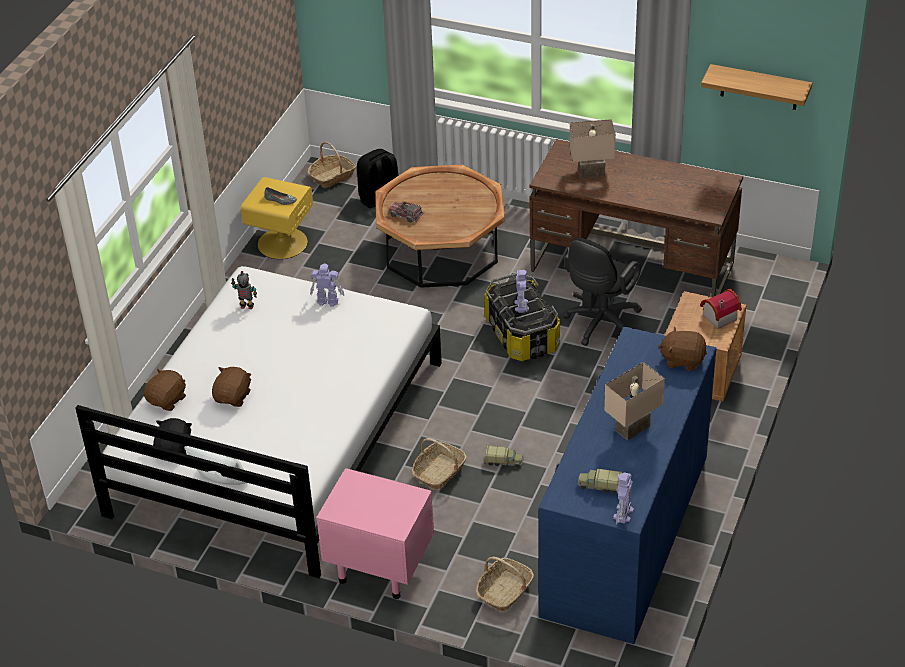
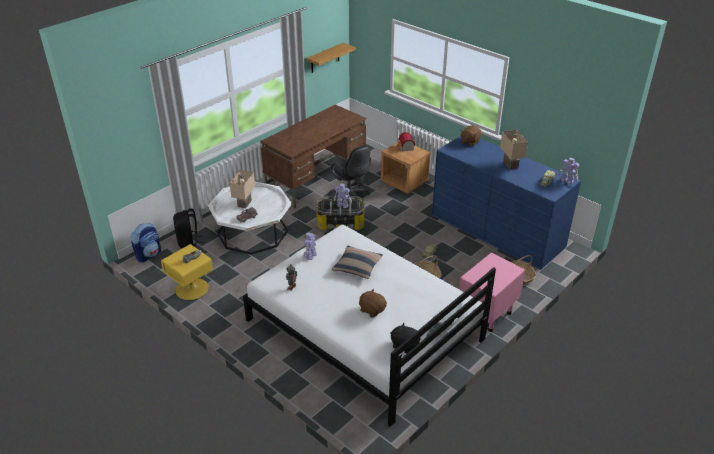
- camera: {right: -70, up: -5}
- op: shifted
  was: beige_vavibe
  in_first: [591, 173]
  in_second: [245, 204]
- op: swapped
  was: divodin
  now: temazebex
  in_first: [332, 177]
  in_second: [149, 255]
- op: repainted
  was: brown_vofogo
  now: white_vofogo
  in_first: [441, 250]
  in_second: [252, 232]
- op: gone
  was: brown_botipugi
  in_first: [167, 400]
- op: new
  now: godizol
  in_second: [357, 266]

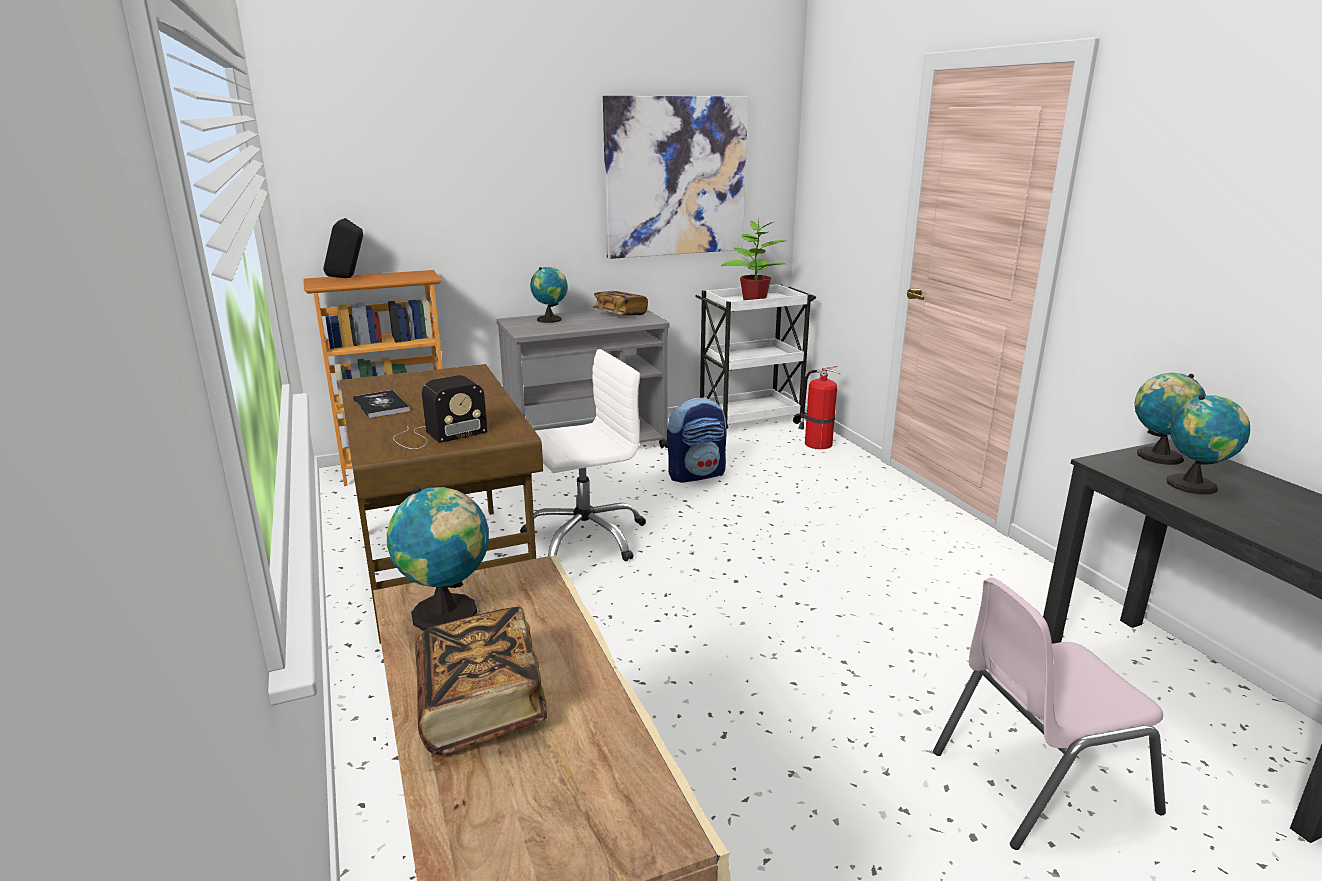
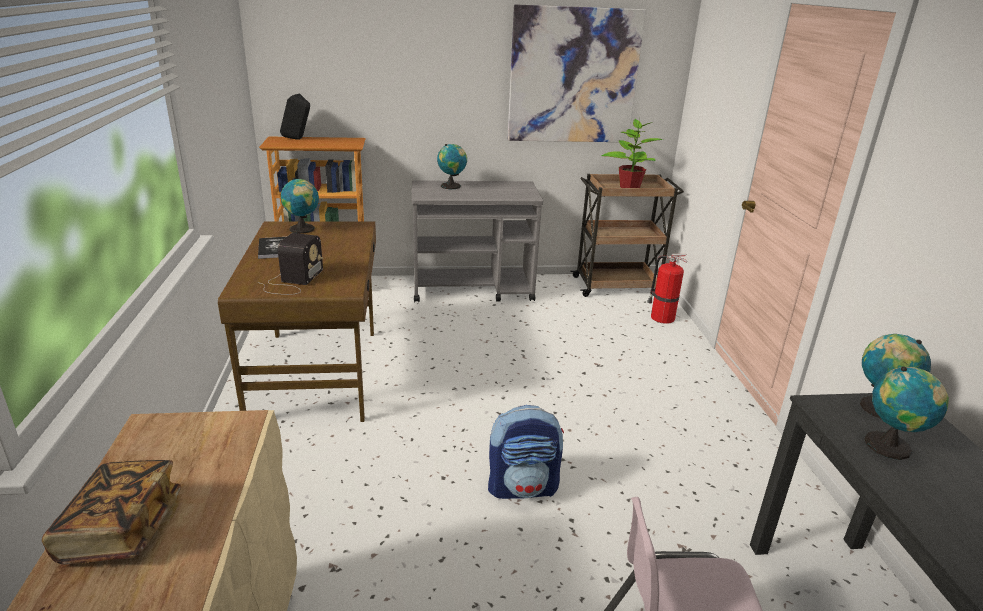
- camera: {right: 15, up: 5}
- op: repainted
  was: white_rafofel
  now: brown_rafofel
  in_first: [750, 419]
  in_second: [617, 286]
- op: gone
  was: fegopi
  in_first: [620, 314]
- op: gone
  was: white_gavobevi
  in_first: [585, 537]
- op: rotated
  was: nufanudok
  in_first: [436, 435]
  in_second: [292, 281]
  clockwise: -60
- op: shifted
  was: temazebex
  in_first: [696, 474]
  in_second: [523, 487]
- op: shifted
  was: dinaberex
  in_first: [449, 614]
  in_second: [303, 229]

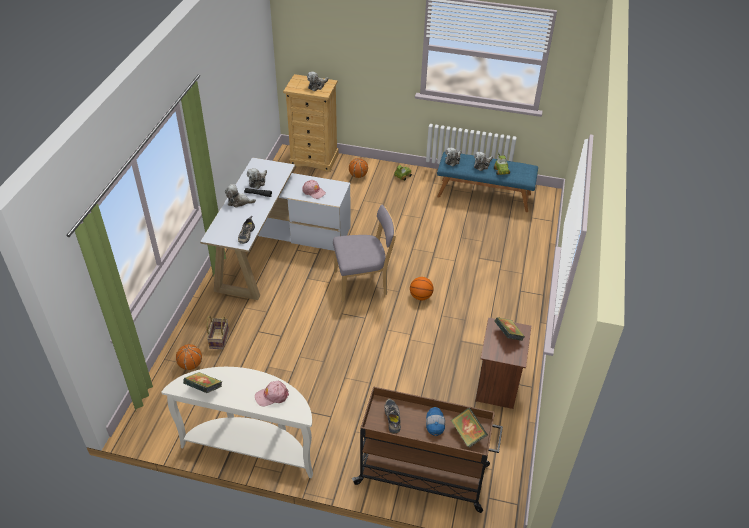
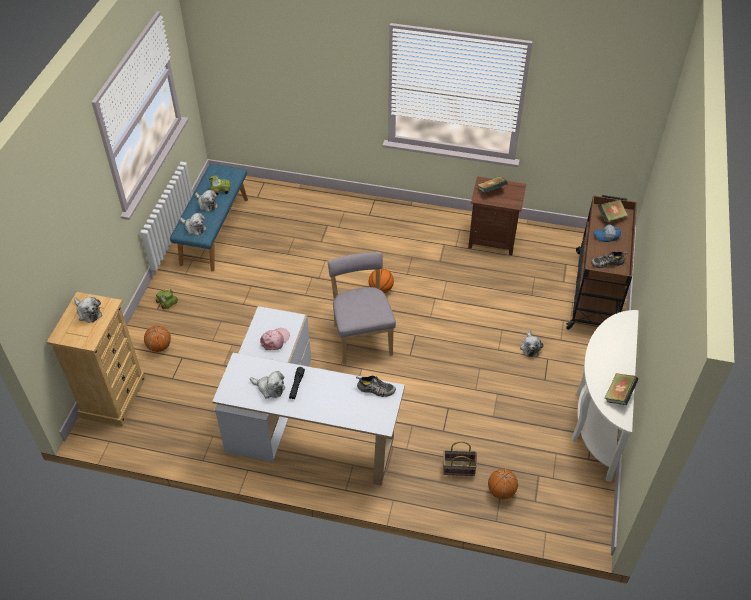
- camera: {right: -90, up: 5}
- op: shifted
  was: botipugi
  in_first: [239, 202]
  in_second: [530, 347]
- op: gone
  was: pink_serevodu
  in_first: [272, 396]

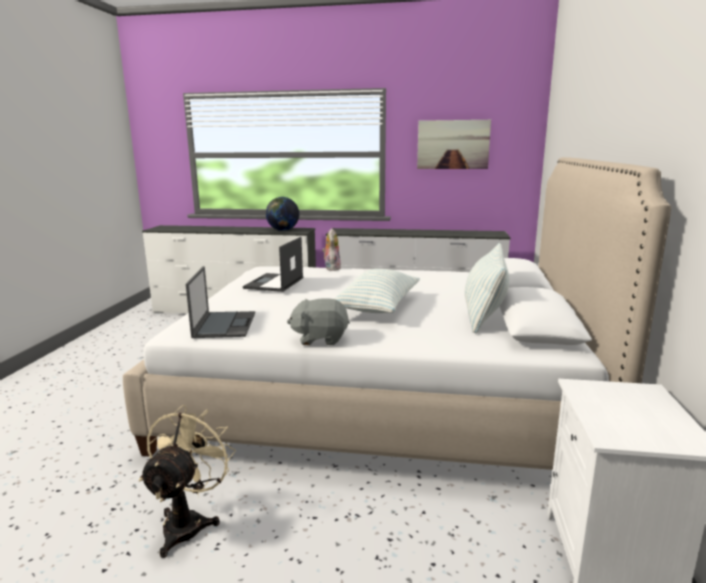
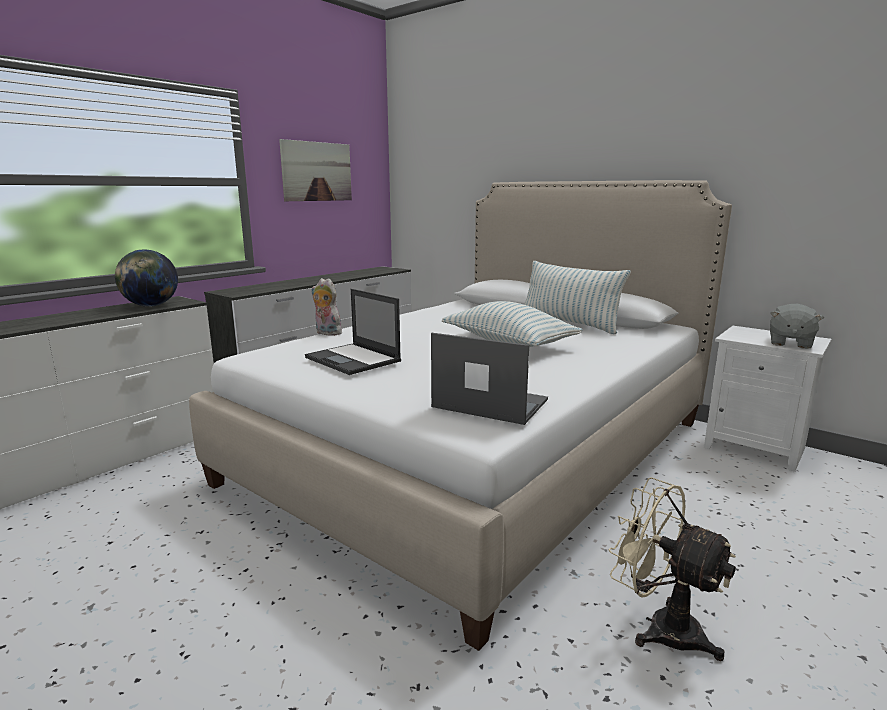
- camera: {right: -60, up: 0}
- op: shifted
  was: grey_botipugi
  in_first: [320, 338]
  in_second: [790, 343]

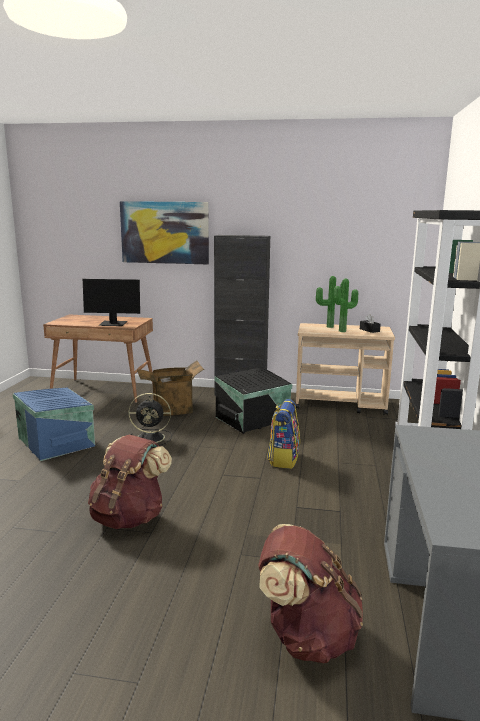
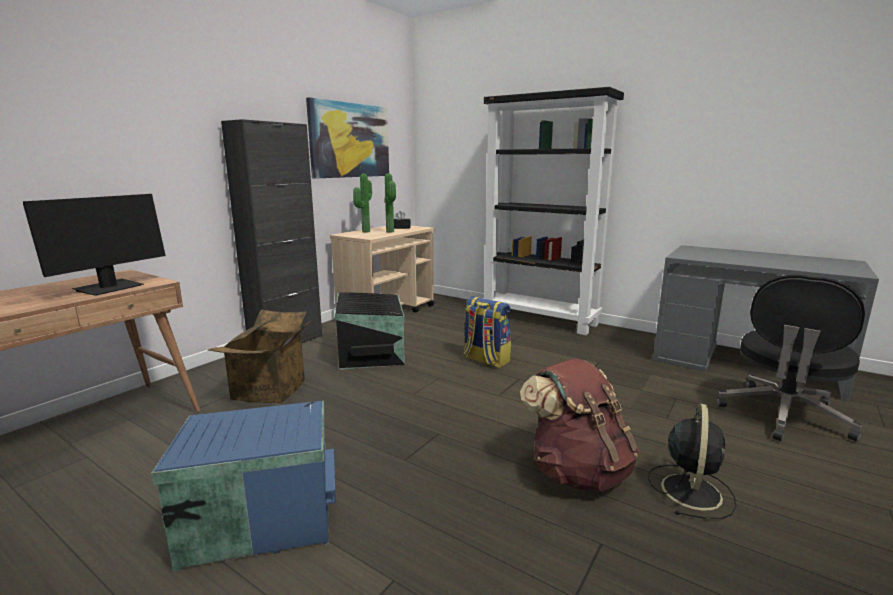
- camera: {right: -65, up: 0}
- op: shifted
  was: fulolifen
  in_first: [165, 232]
  in_second: [350, 140]
- op: shifted
  was: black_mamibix
  in_first: [152, 438]
  in_second: [691, 490]
- op: swapped
  was: brown_temazebex
  now: black_gavobevi
  in_first: [306, 635]
  in_second: [783, 415]

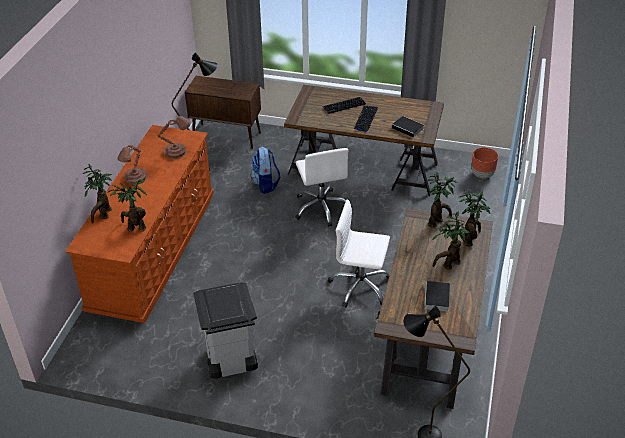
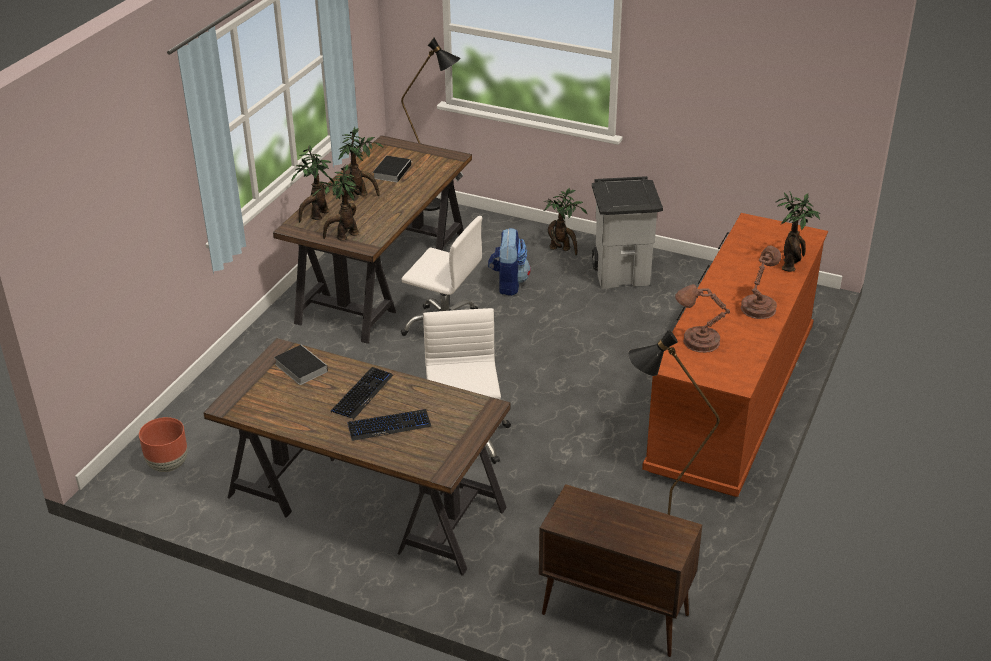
- camera: {right: -170, up: -5}
- op: shifted
  was: temazebex
  in_first: [266, 184]
  in_second: [508, 284]
- op: shifted
  was: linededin
  in_first: [134, 228]
  in_second: [562, 249]

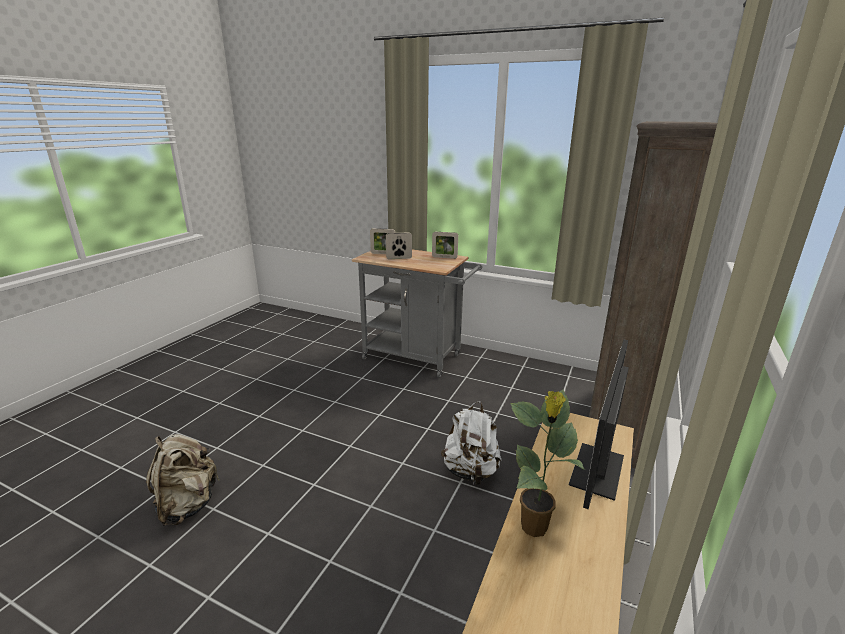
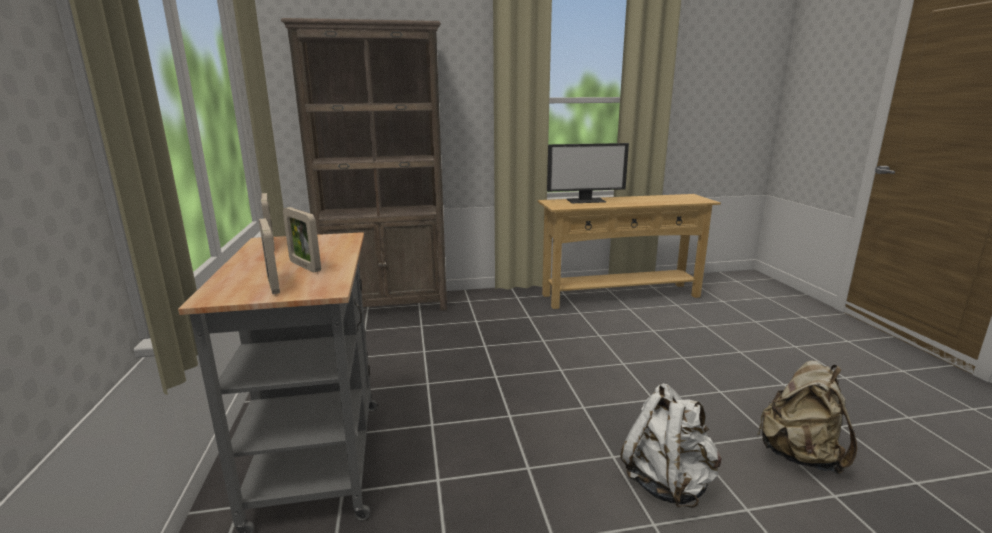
- camera: {right: -125, up: -5}
- op: gone
  was: linededin
  in_first: [534, 528]
- op: shifted
  was: white_temazebex
  in_first: [470, 471]
  in_second: [668, 483]

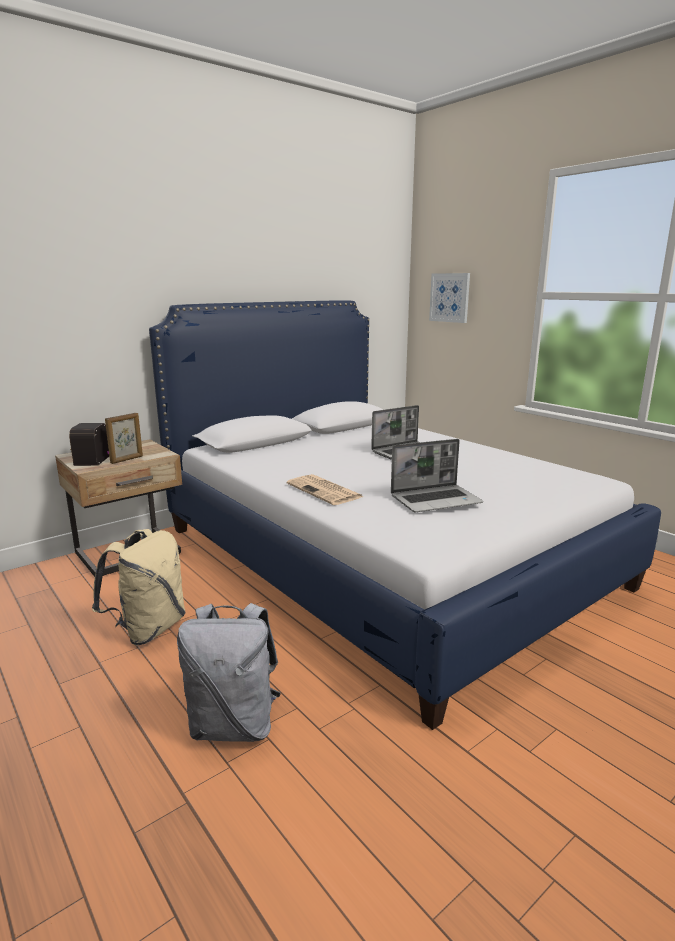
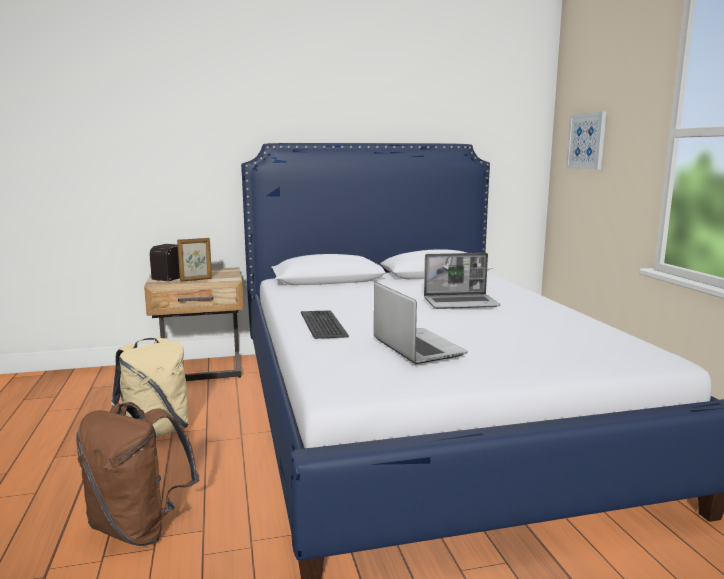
- camera: {right: 25, up: -5}
- op: rotated
  was: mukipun
  in_first: [436, 500]
  in_second: [416, 347]
  clockwise: -120
- op: swapped
  was: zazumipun
  now: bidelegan
  in_first: [325, 491]
  in_second: [324, 325]
- op: repainted
  was: grey_temazebex
  now: brown_temazebex
  in_first: [234, 725]
  in_second: [139, 528]

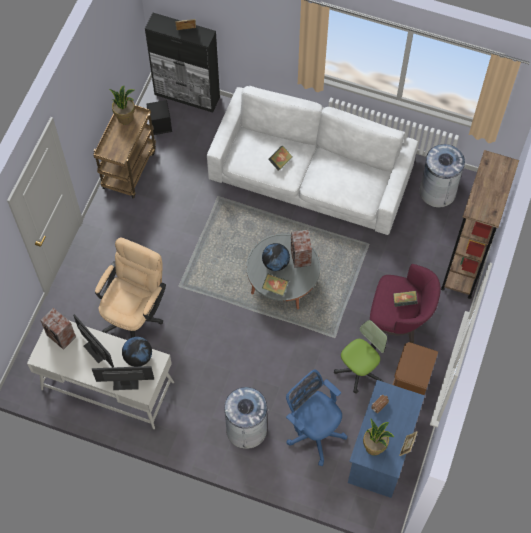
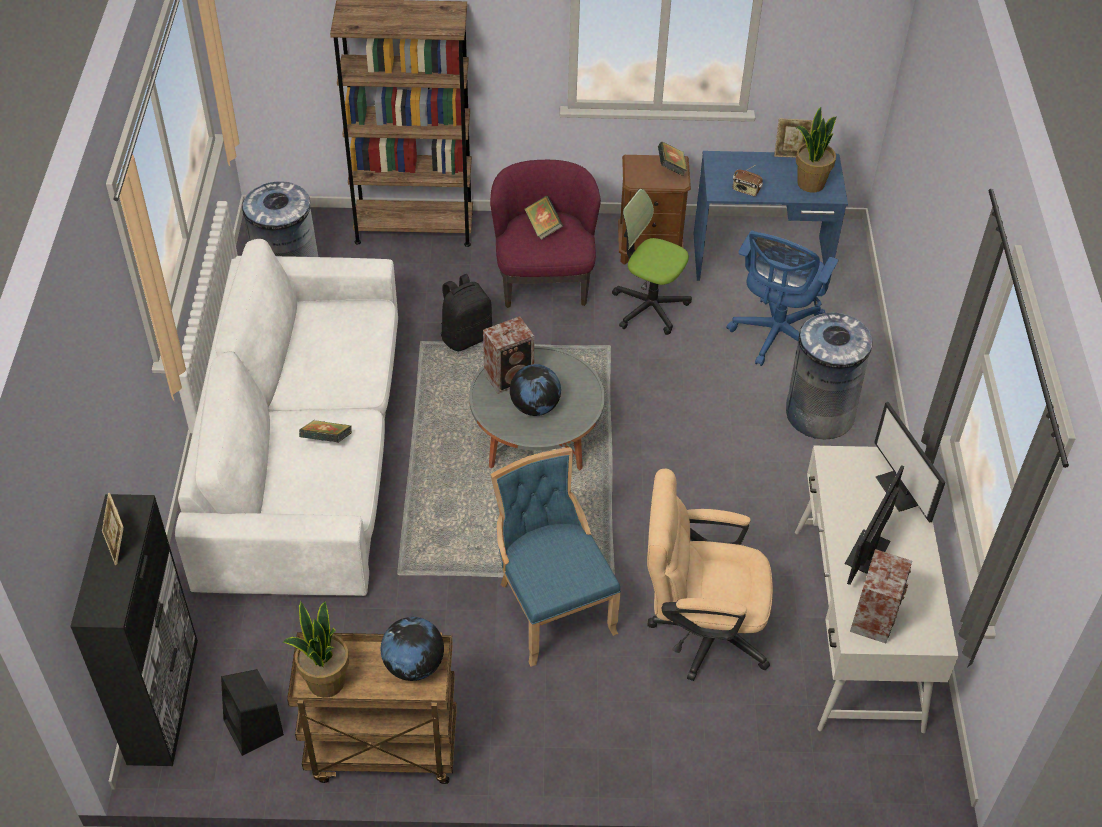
- camera: {right: -110, up: -15}
- op: shifted
  was: fegopi
  in_first: [275, 287]
  in_second: [671, 168]
- op: shifted
  was: dinaberex
  in_first: [138, 357]
  in_second: [413, 665]
- op: new
  now: black_temazebex
  in_second: [466, 336]
- op: new
  now: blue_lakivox
  in_second: [551, 606]

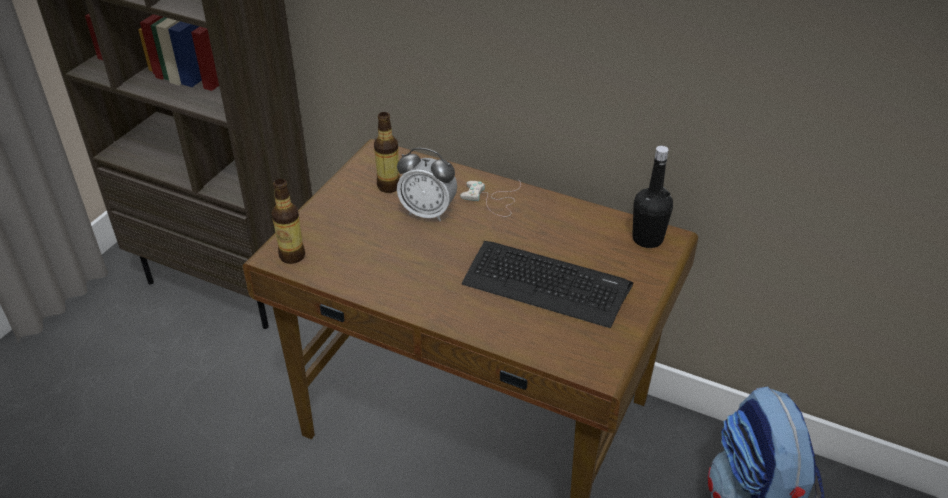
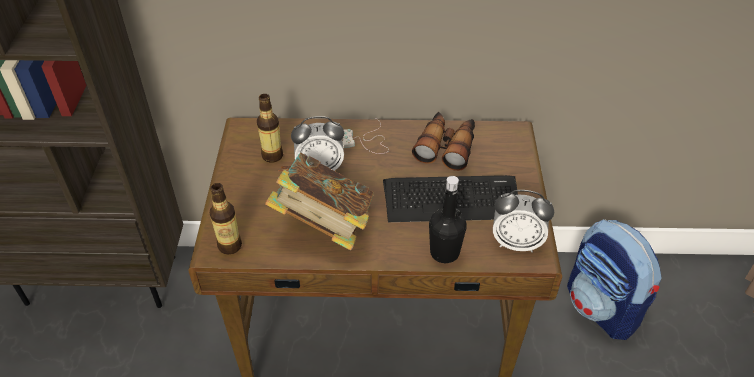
- camera: {right: -25, up: 5}
- op: shifted
  was: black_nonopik
  in_first: [647, 239]
  in_second: [444, 252]
- op: new
  now: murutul
  in_second: [446, 146]
- op: new
  now: fegopi
  in_second: [324, 225]
- op: new
  now: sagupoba
  in_second: [516, 242]

